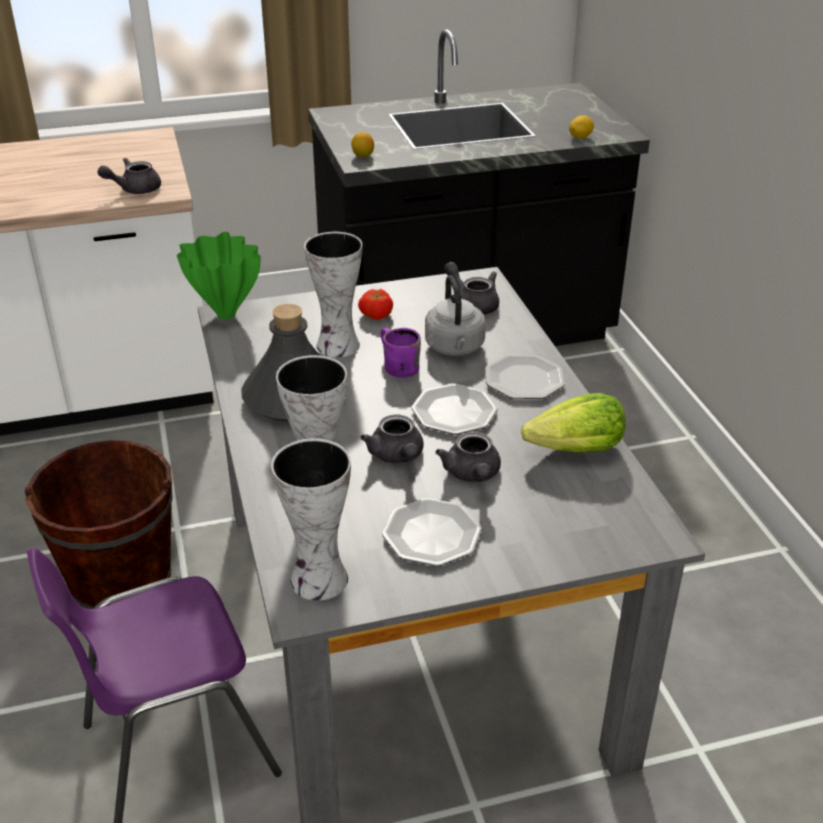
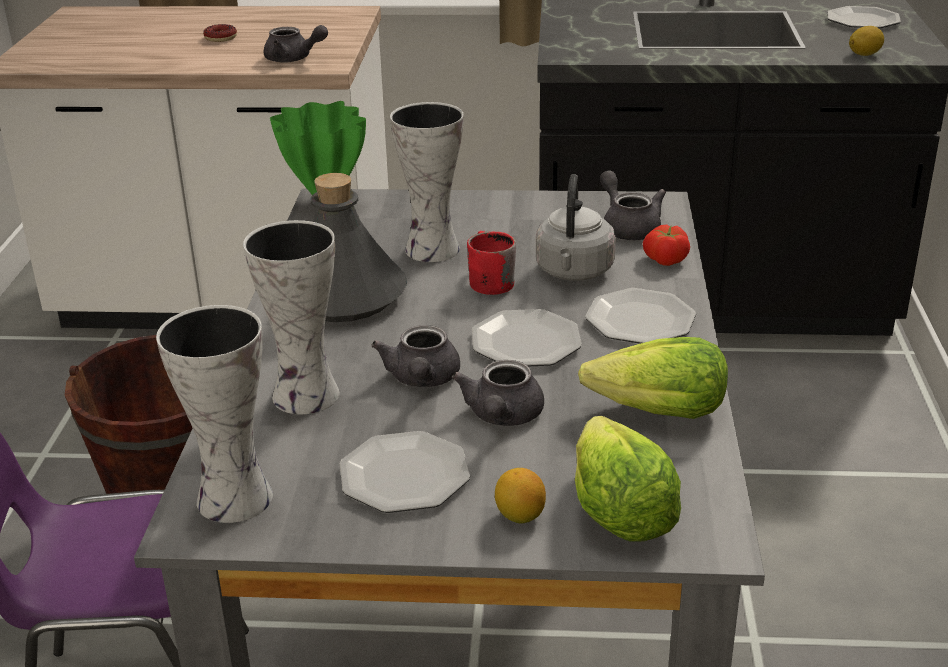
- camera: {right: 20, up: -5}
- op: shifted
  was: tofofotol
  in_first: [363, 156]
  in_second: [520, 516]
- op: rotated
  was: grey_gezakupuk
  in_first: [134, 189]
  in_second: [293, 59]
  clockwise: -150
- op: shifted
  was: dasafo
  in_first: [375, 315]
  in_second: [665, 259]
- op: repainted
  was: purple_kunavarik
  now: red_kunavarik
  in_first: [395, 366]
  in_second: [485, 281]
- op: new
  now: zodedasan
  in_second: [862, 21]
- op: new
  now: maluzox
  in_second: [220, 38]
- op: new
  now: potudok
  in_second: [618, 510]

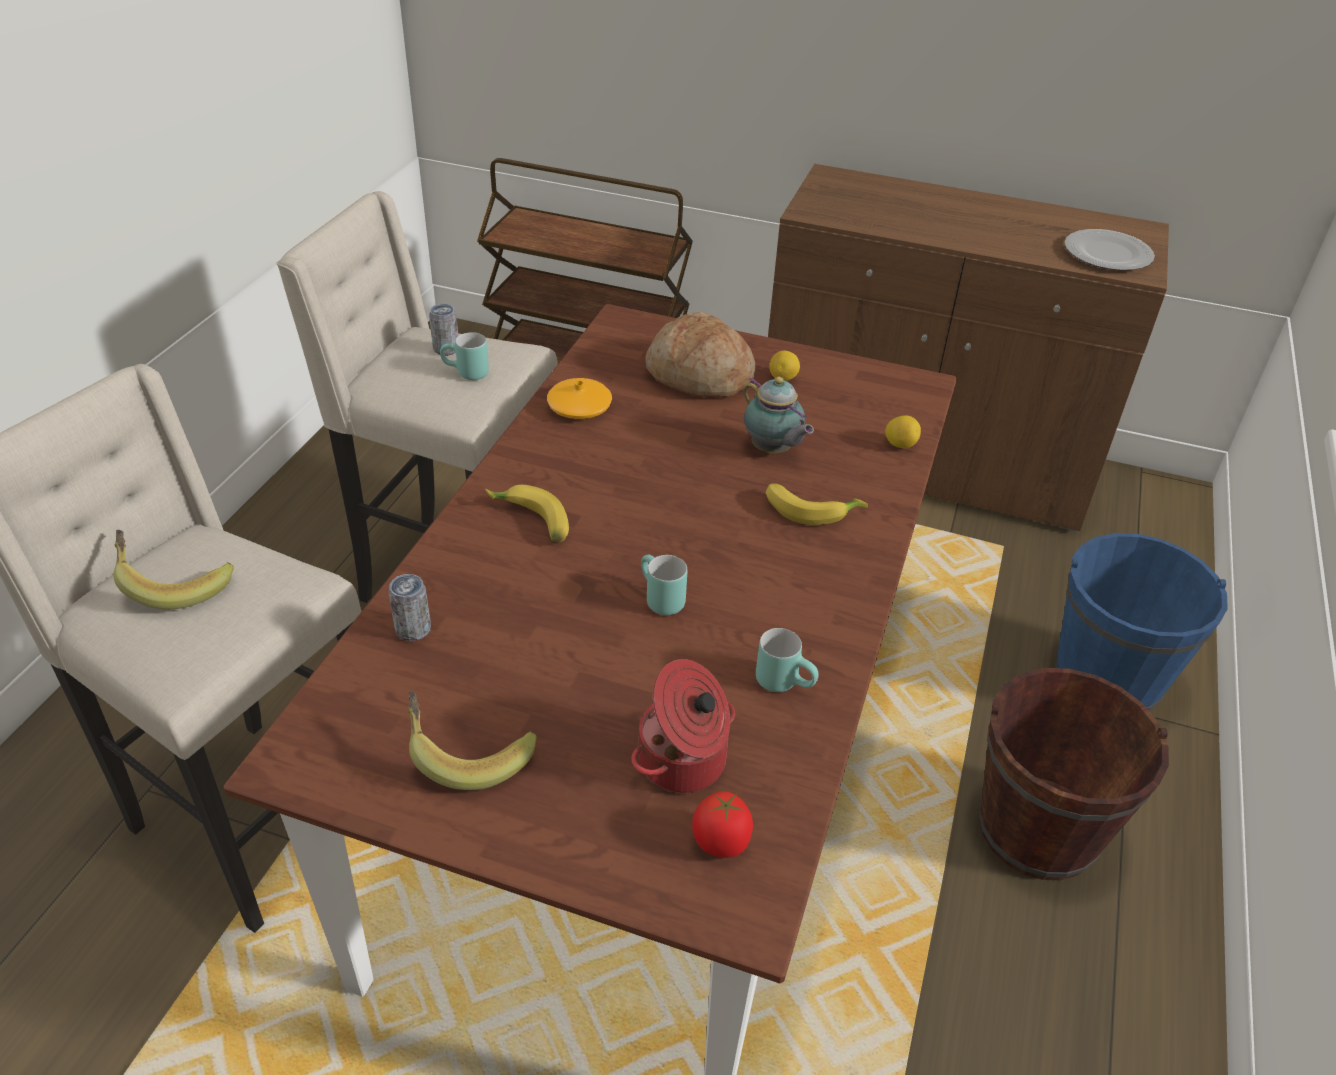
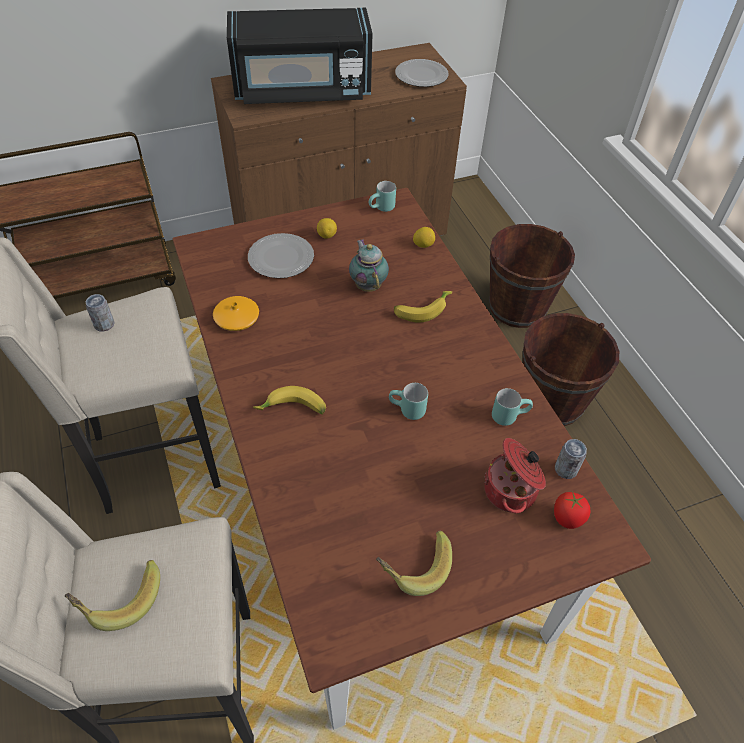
- camera: {right: -40, up: 10}
- op: swapped
  was: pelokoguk
  now: zodedasan
  in_first: [699, 375]
  in_second: [280, 258]
- op: shifted
  was: turquoise_kunavarik
  in_first: [465, 374]
  in_second: [382, 209]
- op: rotated
  was: gezakupuk
  in_first: [772, 450]
  in_second: [368, 285]
  clockwise: -120
- op: repainted
  was: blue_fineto
  now: brown_fineto
  in_first: [1107, 679]
  in_second: [517, 307]
- op: shifted
  was: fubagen
  in_first: [413, 629]
  in_second: [565, 469]
- op: new
  now: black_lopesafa
  in_second: [302, 90]

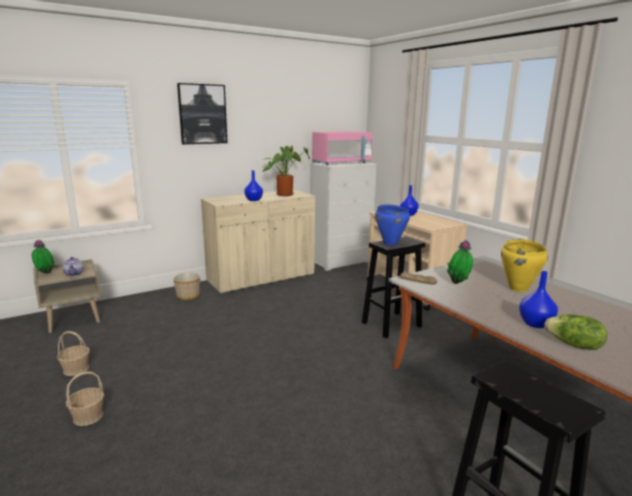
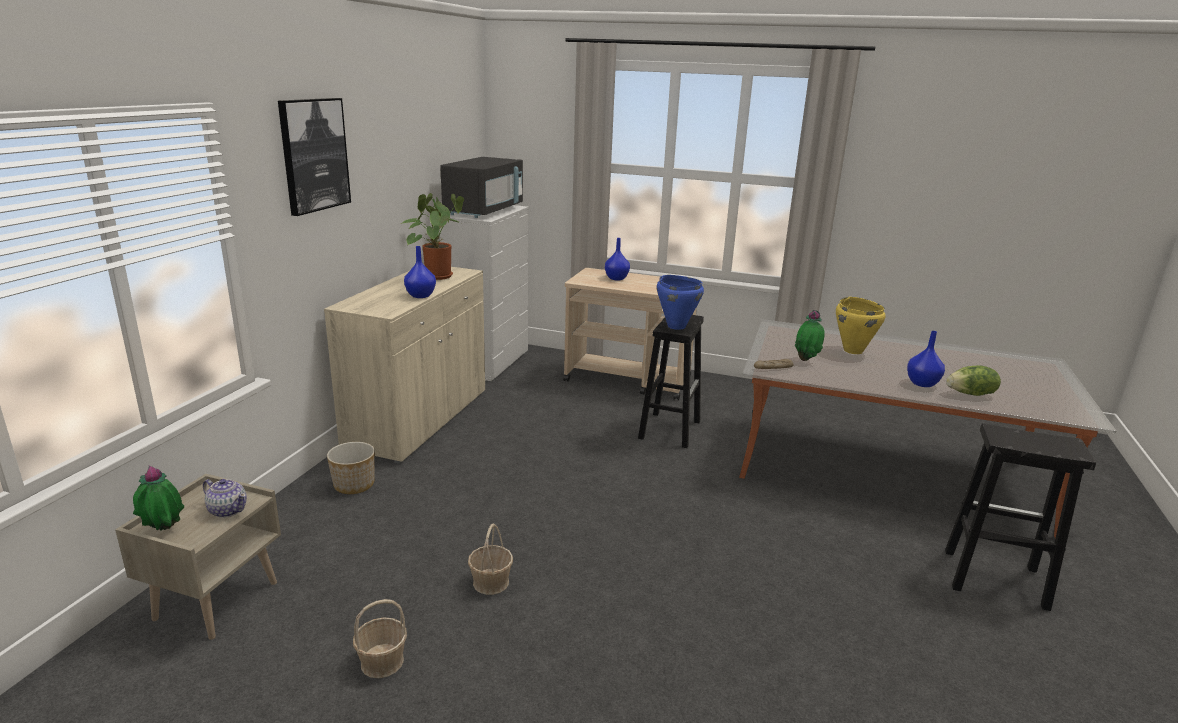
- camera: {right: -40, up: 5}
- op: repainted
  was: pink_lopesafa
  now: black_lopesafa
  in_first: [342, 163]
  in_second: [484, 211]
- op: shifted
  was: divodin
  in_first: [88, 416]
  in_second: [490, 582]

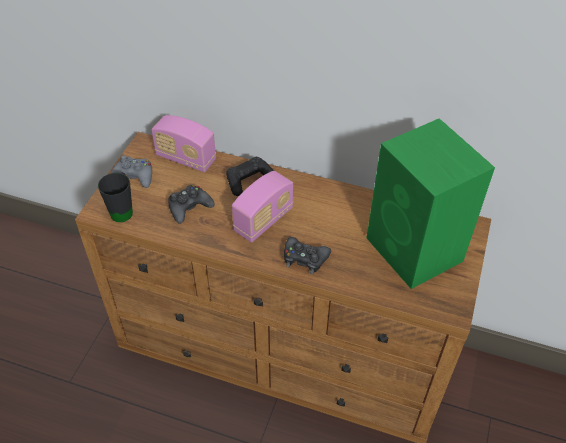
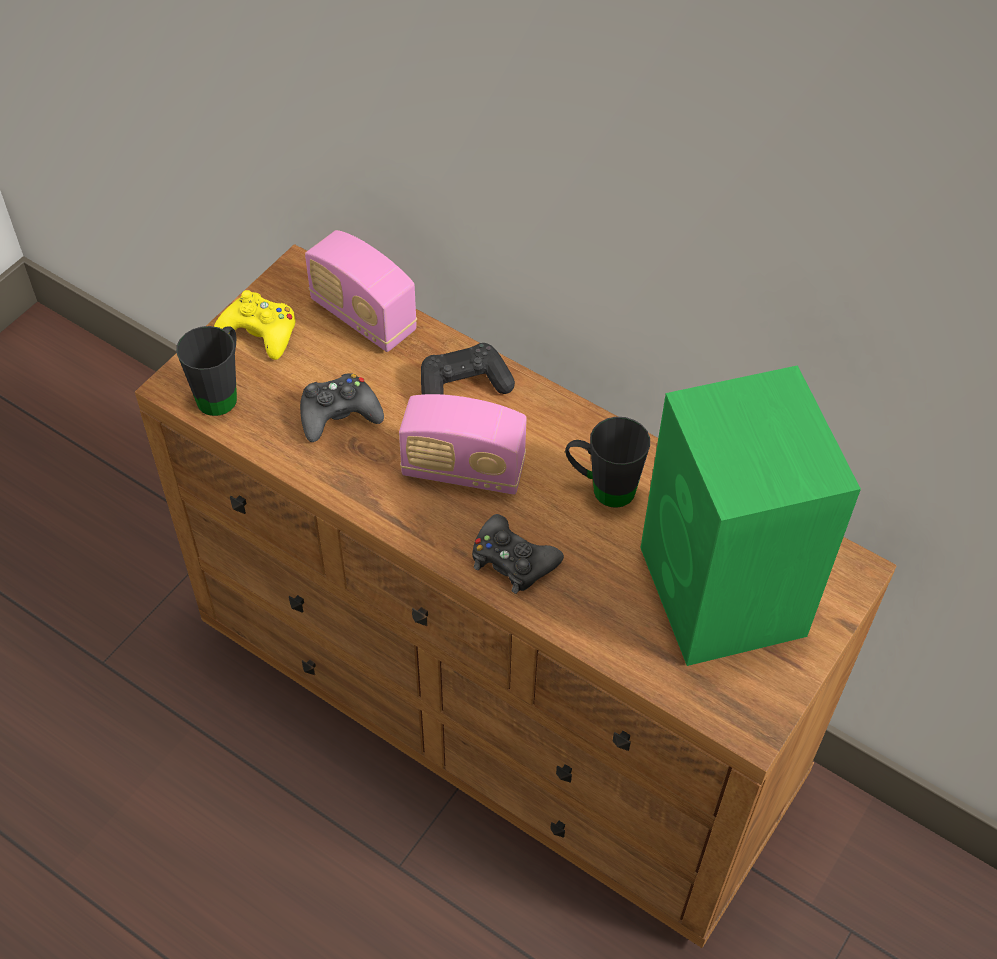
- camera: {right: 15, up: 5}
- op: repainted
  was: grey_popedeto
  now: yellow_popedeto
  in_first: [134, 176]
  in_second: [260, 332]
- op: rotated
  was: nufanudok
  in_first: [263, 220]
  in_second: [463, 470]
  clockwise: 45
- op: new
  now: black_kunavarik
  in_second: [602, 488]

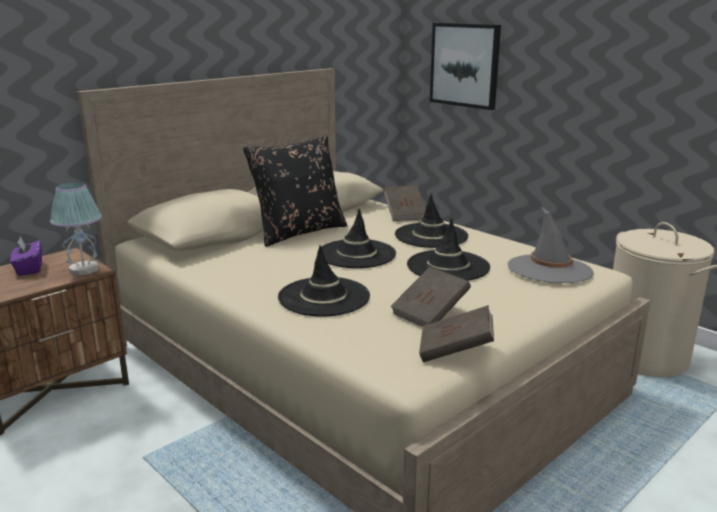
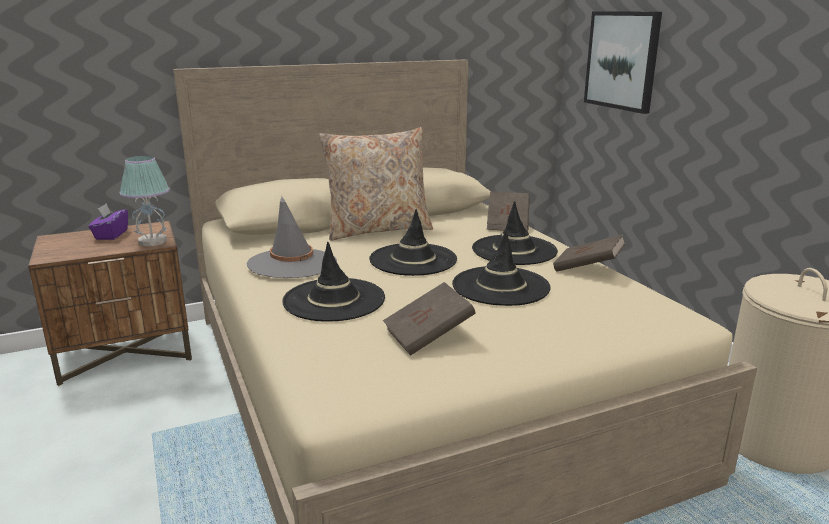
- camera: {right: 20, up: 0}
- op: repainted
  was: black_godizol
  now: beige_godizol
  in_first: [298, 231]
  in_second: [378, 229]
- op: shifted
  was: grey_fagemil
  in_first: [549, 269]
  in_second: [292, 264]
- op: shifted
  was: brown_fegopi
  in_first: [455, 351]
  in_second: [587, 269]

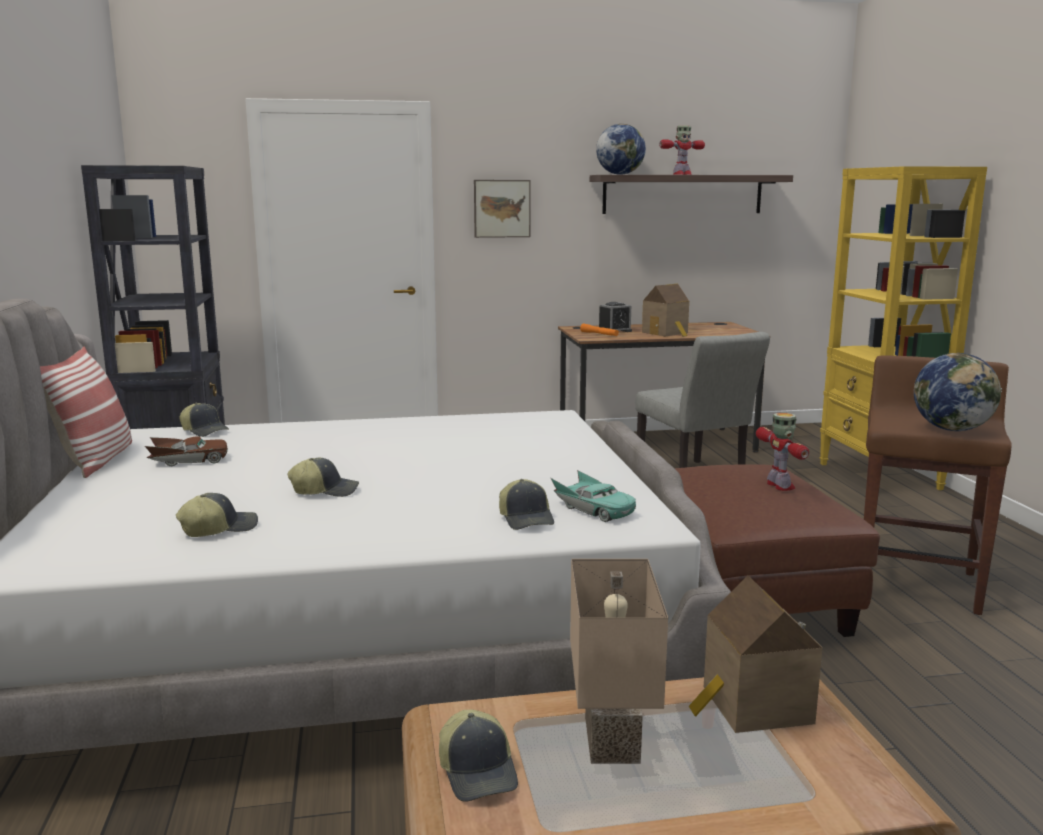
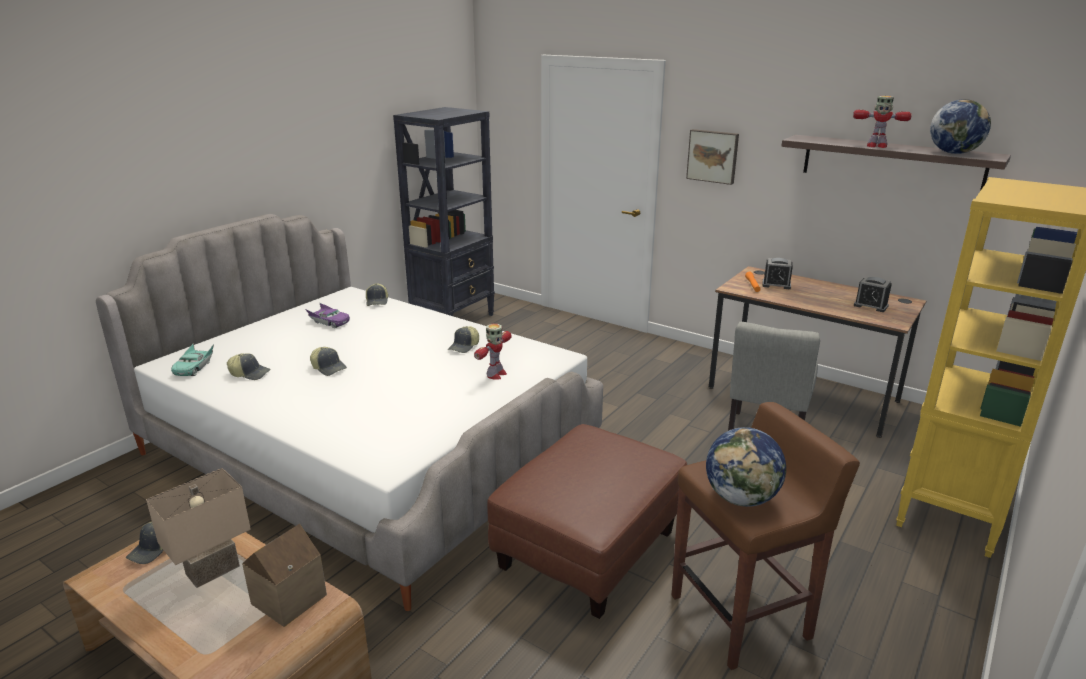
- camera: {right: 45, up: 10}
- op: shifted
  was: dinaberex
  in_first: [620, 174]
  in_second: [954, 153]
- op: gone
  was: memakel
  in_first: [666, 333]
- op: gone
  was: godizol
  in_first: [95, 460]
- op: shifted
  was: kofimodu
  in_first: [780, 486]
  in_second: [495, 375]
- op: repainted
  was: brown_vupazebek
  now: purple_vupazebek
  in_first: [189, 461]
  in_second: [329, 322]
- op: shifted
  was: turquoise_vupazebek
  in_first: [594, 509]
  in_second: [194, 367]
- op: shifted
  was: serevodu
  in_first: [527, 519]
  in_second: [464, 347]
- op: new
  now: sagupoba
  in_second: [870, 306]

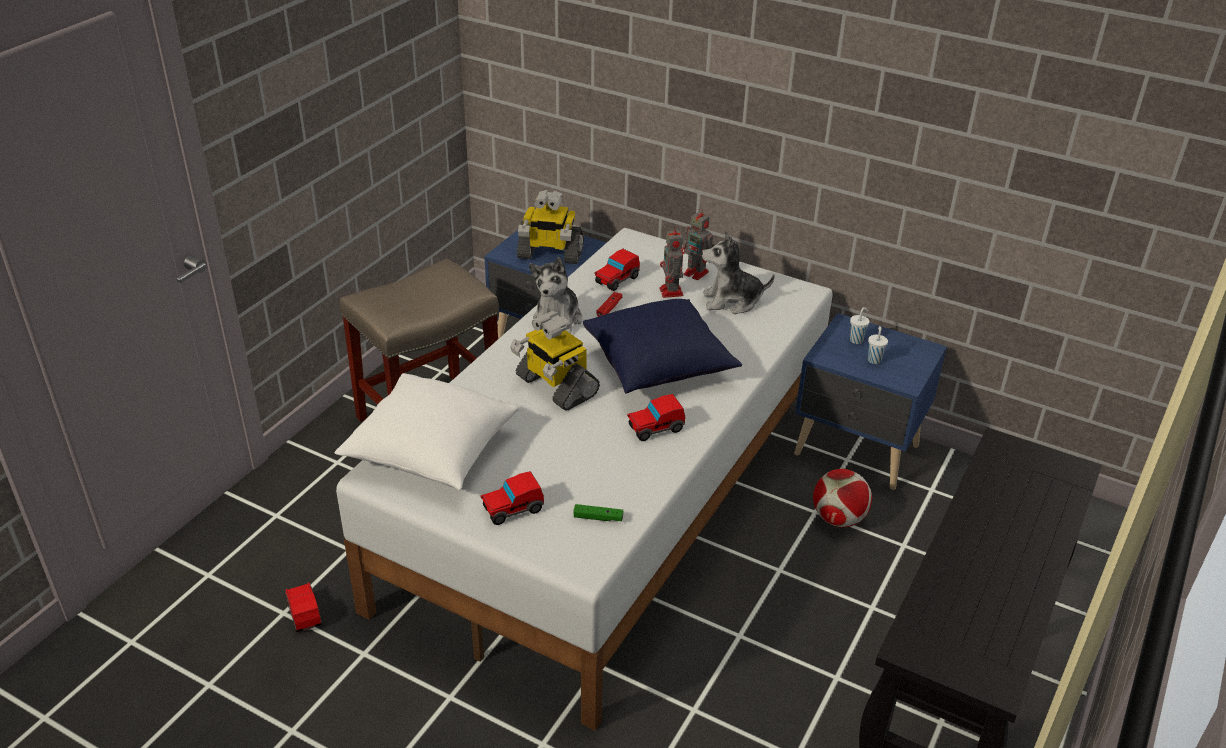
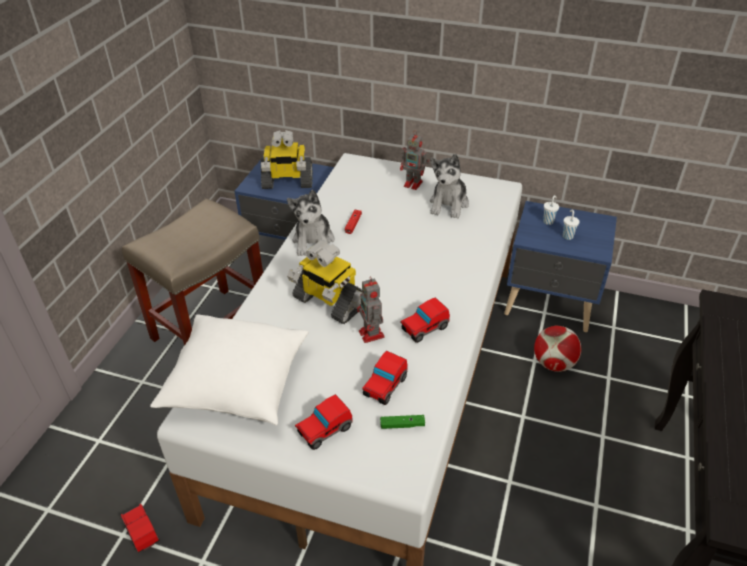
- camera: {right: -10, up: 5}
- op: shifted
  was: kofimodu
  in_first: [671, 292]
  in_second: [372, 335]
- op: rotated
  was: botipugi
  in_first: [732, 301]
  in_second: [449, 204]
  clockwise: -60
- op: shifted
  was: vupazebek
  in_first: [616, 280]
  in_second: [385, 387]
- op: gone
  was: blue_godizol
  in_first: [659, 365]

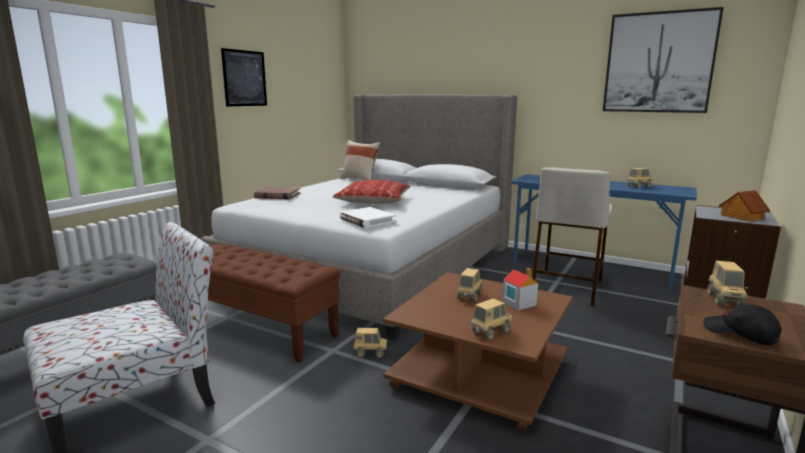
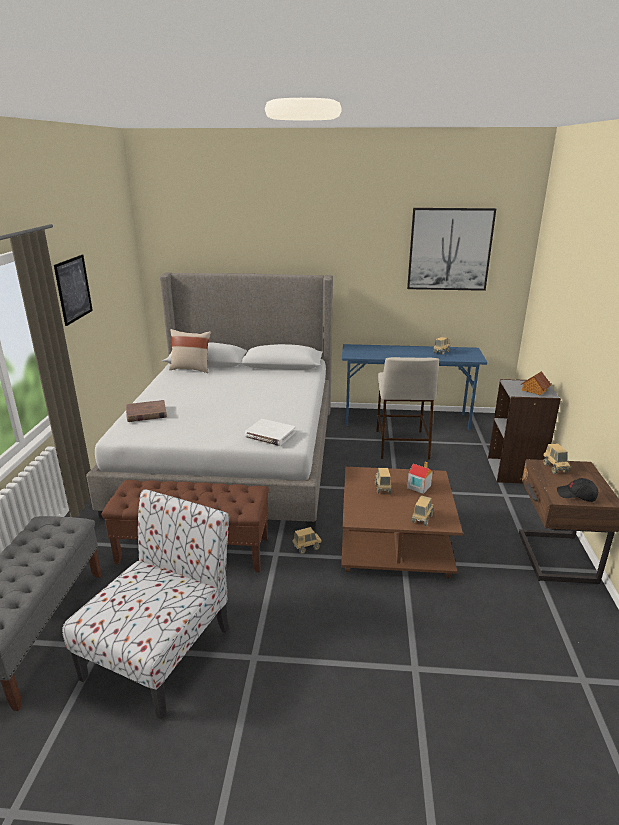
- camera: {right: -25, up: 10}
- op: gone
  was: godizol
  in_first: [373, 201]

